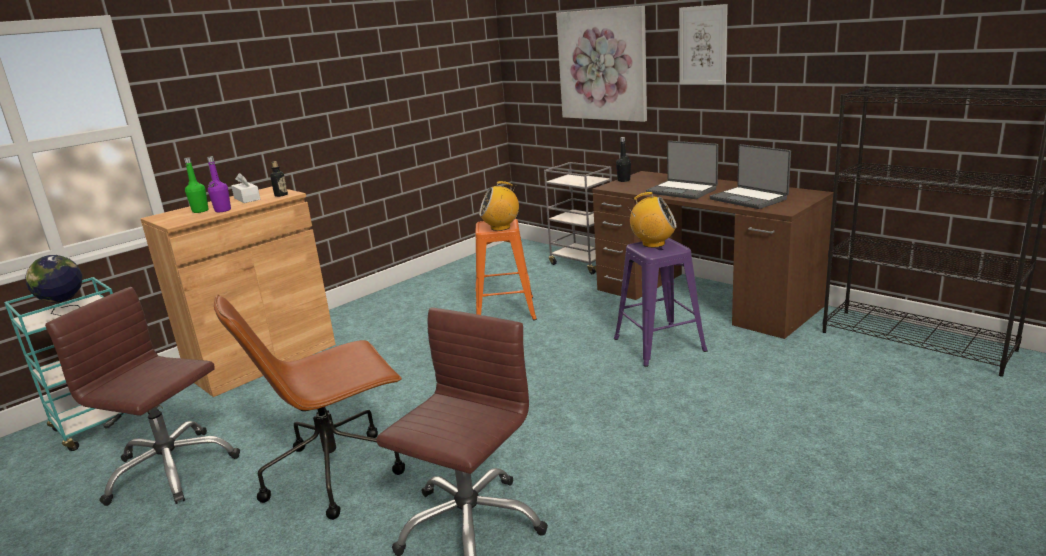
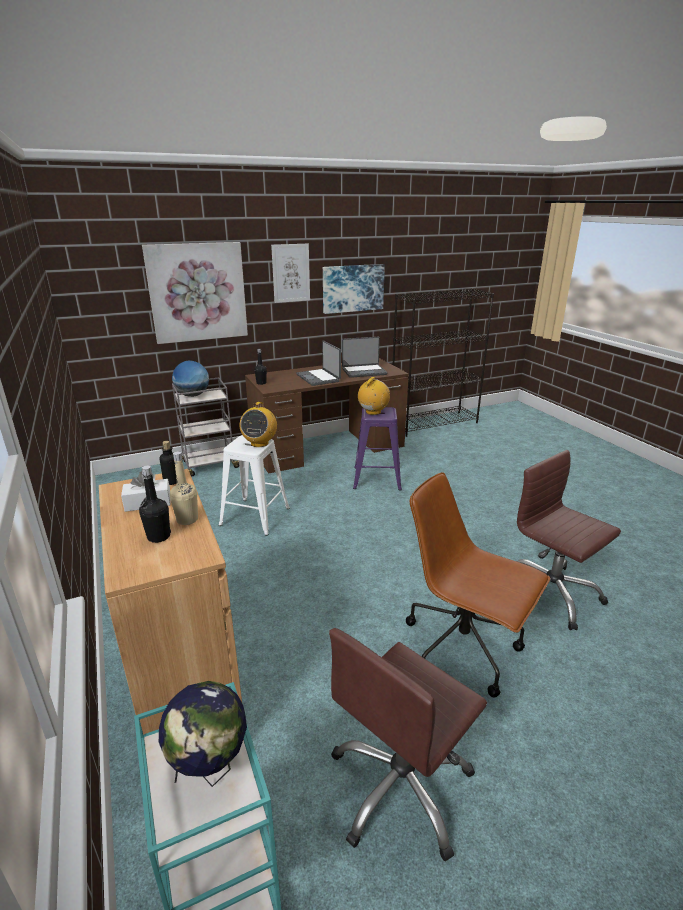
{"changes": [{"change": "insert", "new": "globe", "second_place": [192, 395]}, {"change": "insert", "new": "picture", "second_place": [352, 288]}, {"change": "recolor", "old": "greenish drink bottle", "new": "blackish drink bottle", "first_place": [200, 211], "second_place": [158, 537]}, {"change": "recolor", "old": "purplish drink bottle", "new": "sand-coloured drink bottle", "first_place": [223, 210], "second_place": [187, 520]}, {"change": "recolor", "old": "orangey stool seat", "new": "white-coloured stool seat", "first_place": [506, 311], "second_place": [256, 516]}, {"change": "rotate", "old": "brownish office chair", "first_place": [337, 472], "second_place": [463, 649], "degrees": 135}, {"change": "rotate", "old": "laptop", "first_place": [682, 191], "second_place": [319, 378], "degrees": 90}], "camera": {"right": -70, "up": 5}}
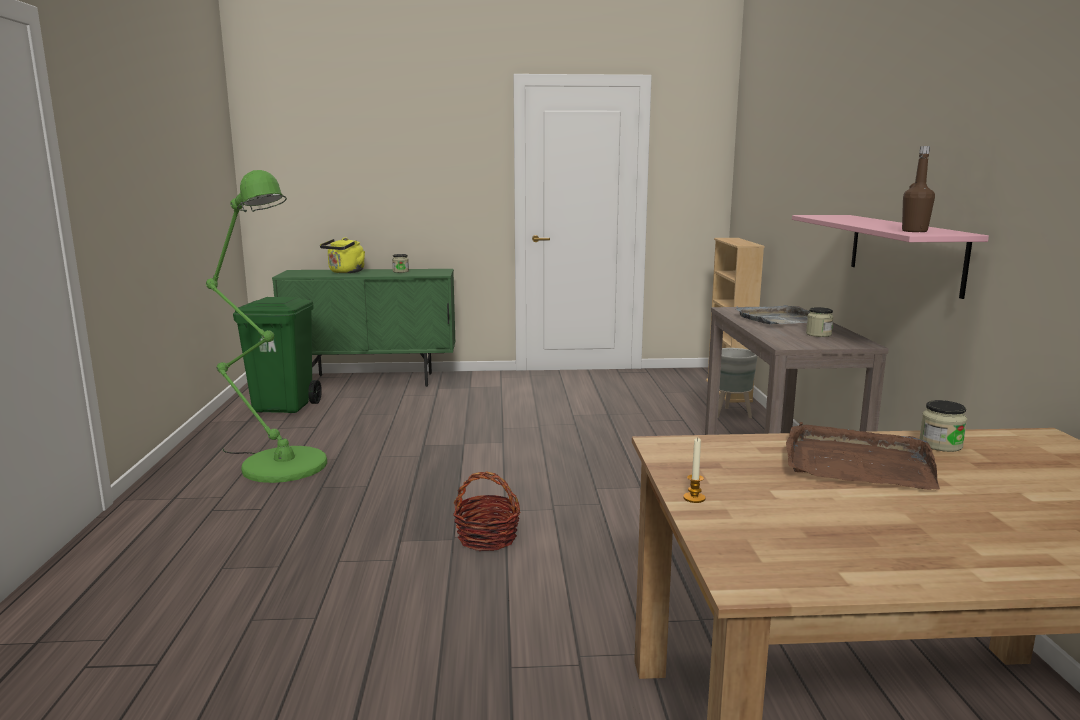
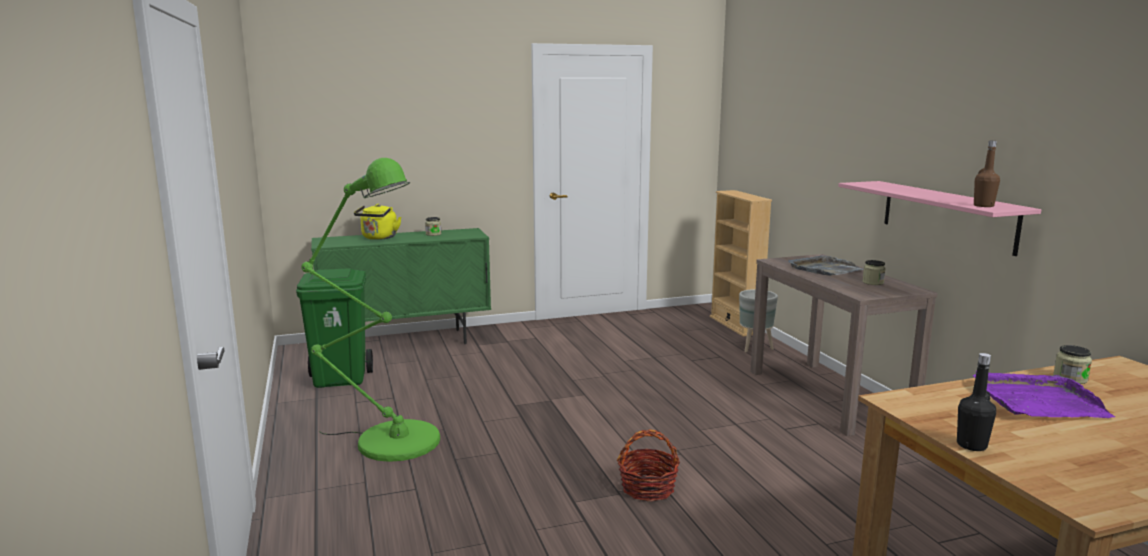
{"changes": [{"change": "replace", "old": "wax light", "new": "blackish drink bottle", "first_place": [694, 498], "second_place": [971, 445]}, {"change": "recolor", "old": "brownish serving tray", "new": "purplish serving tray", "first_place": [856, 463], "second_place": [1037, 401]}], "camera": {"right": -15, "up": 0}}
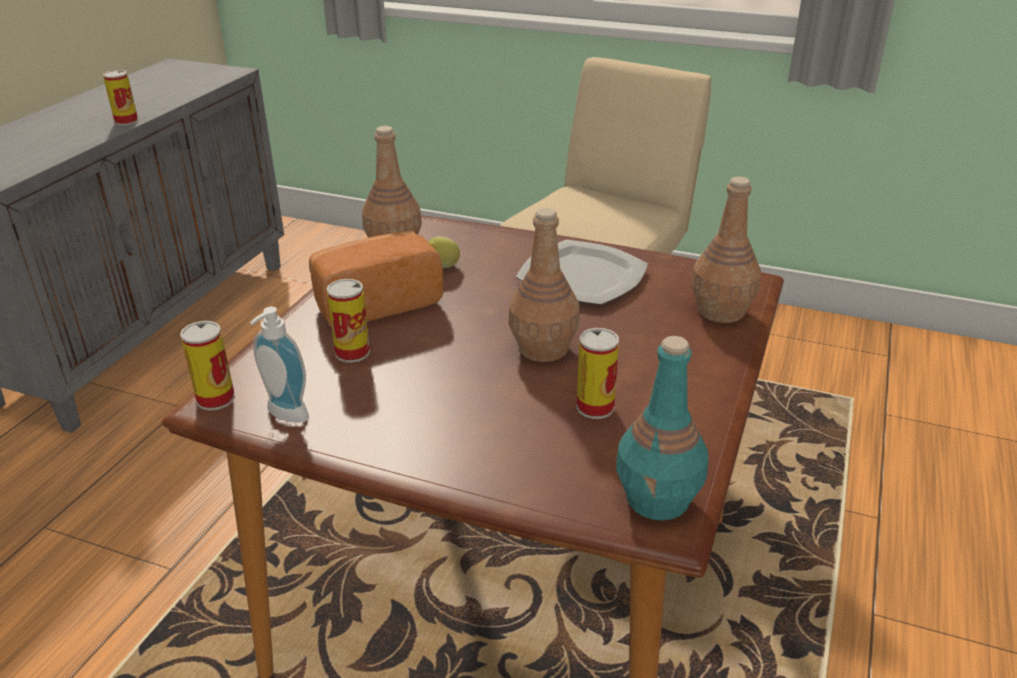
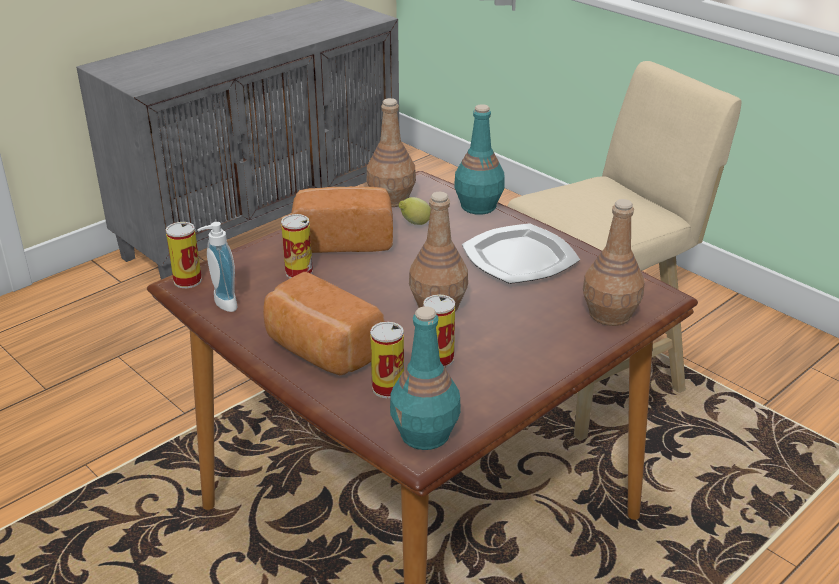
{"changes": [{"change": "insert", "new": "bakery bread", "second_place": [321, 351]}, {"change": "insert", "new": "turquoise drink bottle", "second_place": [478, 206]}, {"change": "move", "old": "can", "first_place": [126, 121], "second_place": [388, 388]}], "camera": {"right": 25, "up": 0}}
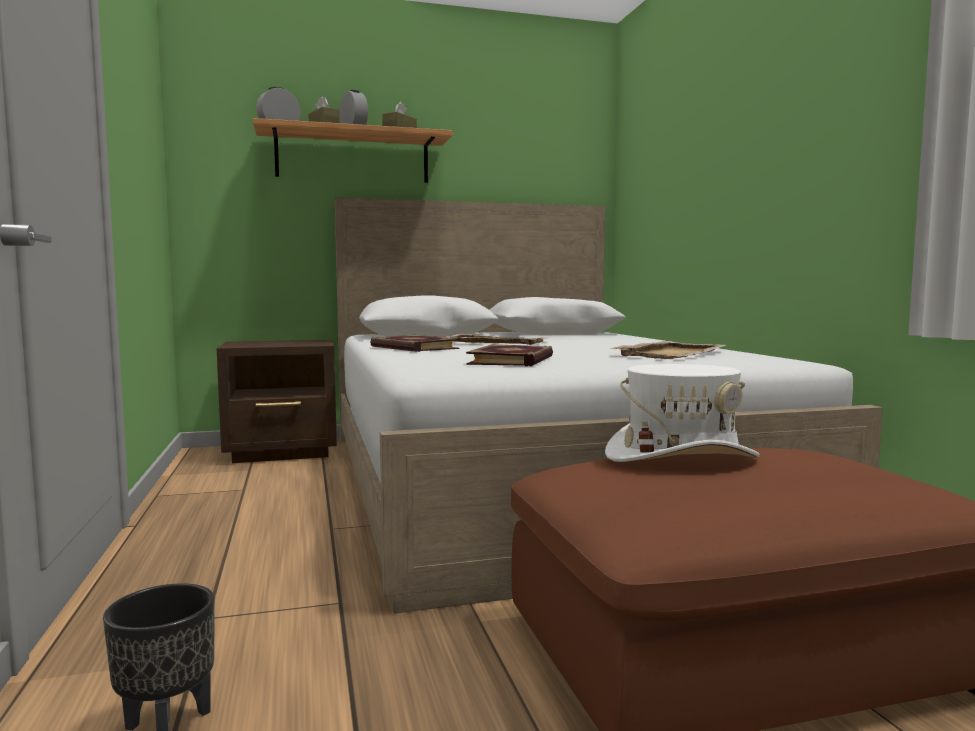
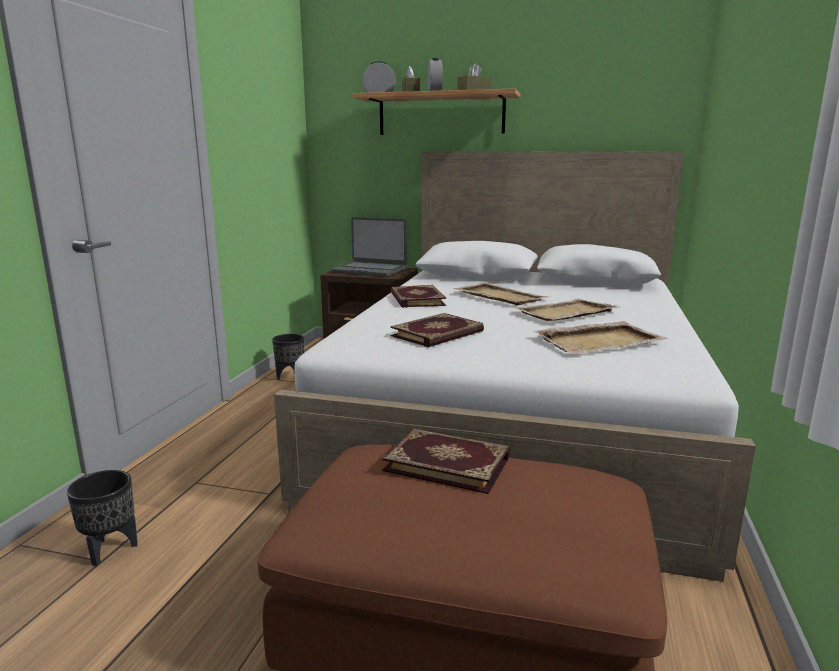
{"changes": [{"change": "insert", "new": "blackish planter", "second_place": [291, 378]}, {"change": "insert", "new": "laptop", "second_place": [369, 270]}, {"change": "insert", "new": "sand-coloured serving tray", "second_place": [565, 313]}, {"change": "replace", "old": "white-coloured wearable hat", "new": "bound book", "first_place": [680, 456], "second_place": [448, 463]}], "camera": {"right": 30, "up": 10}}
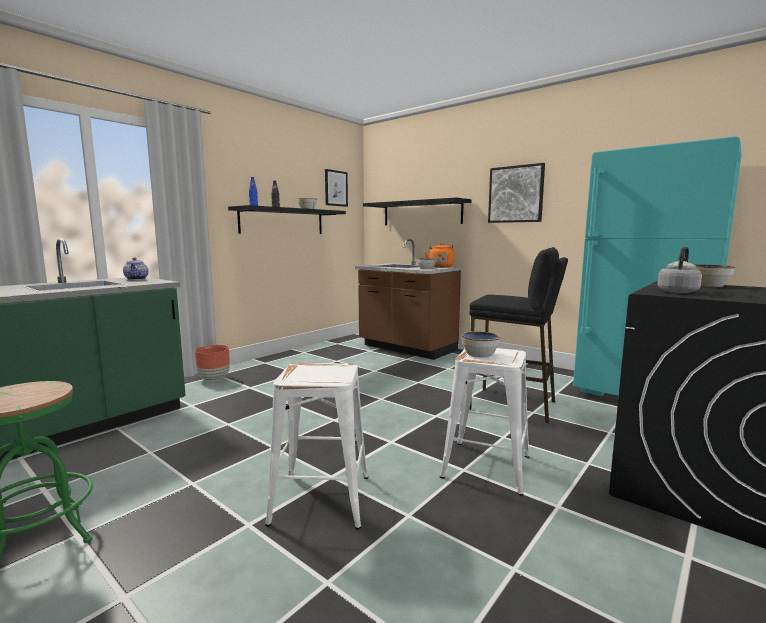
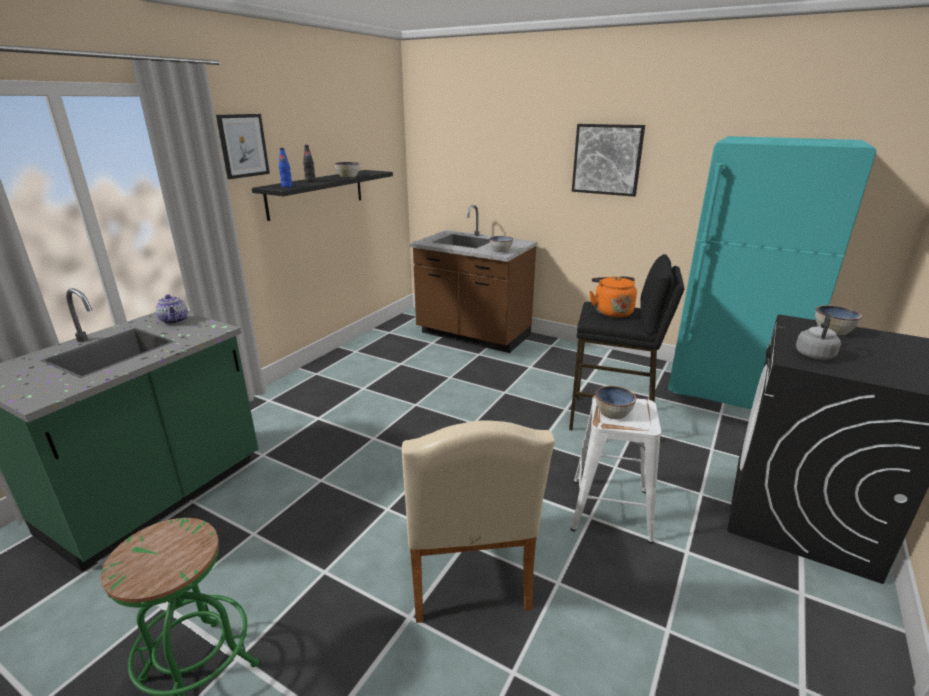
{"changes": [{"change": "delete", "old": "brownish planter", "first_place": [213, 379]}, {"change": "delete", "old": "blackish wall shelf", "first_place": [421, 213]}, {"change": "move", "old": "picture", "first_place": [336, 188], "second_place": [243, 146]}, {"change": "move", "old": "orangey kettle", "first_place": [440, 267], "second_place": [611, 312]}, {"change": "replace", "old": "white-coloured stool seat", "new": "sand-coloured upright chair", "first_place": [321, 499], "second_place": [467, 575]}], "camera": {"right": -10, "up": 15}}
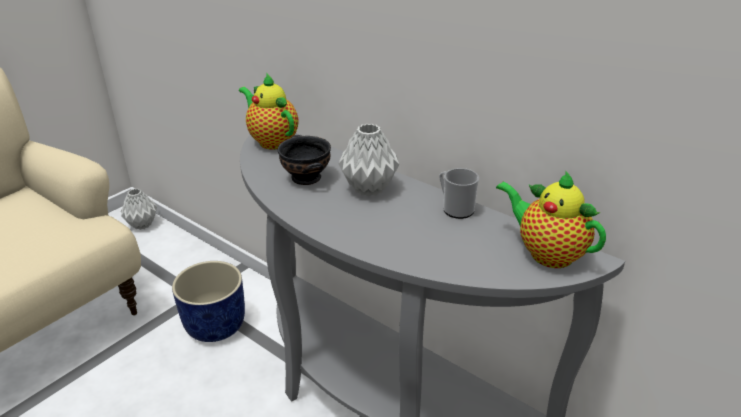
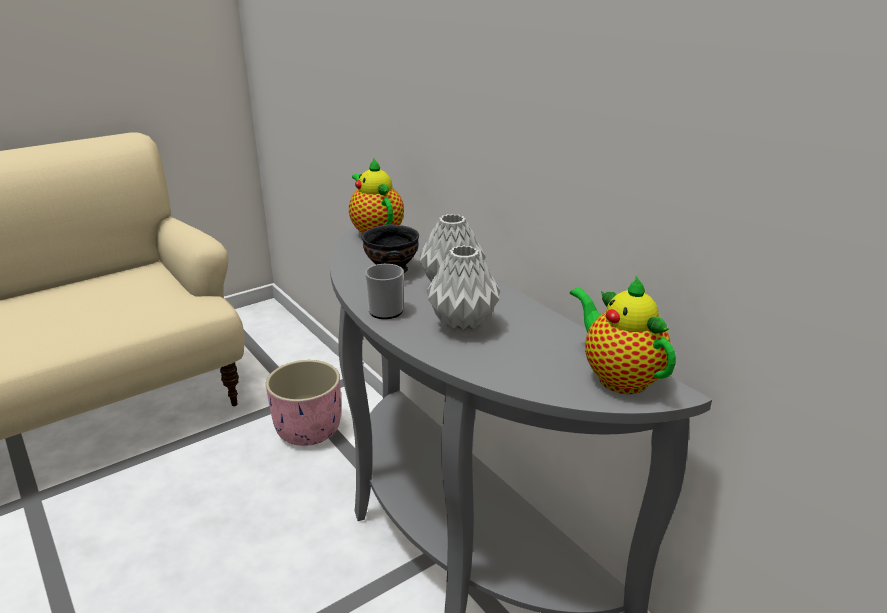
{"changes": [{"change": "move", "old": "gray vase", "first_place": [142, 224], "second_place": [463, 325]}, {"change": "move", "old": "tea mug", "first_place": [455, 209], "second_place": [383, 309]}, {"change": "recolor", "old": "blue-coloured planter", "new": "pinkish planter", "first_place": [216, 325], "second_place": [309, 430]}], "camera": {"right": 15, "up": -5}}
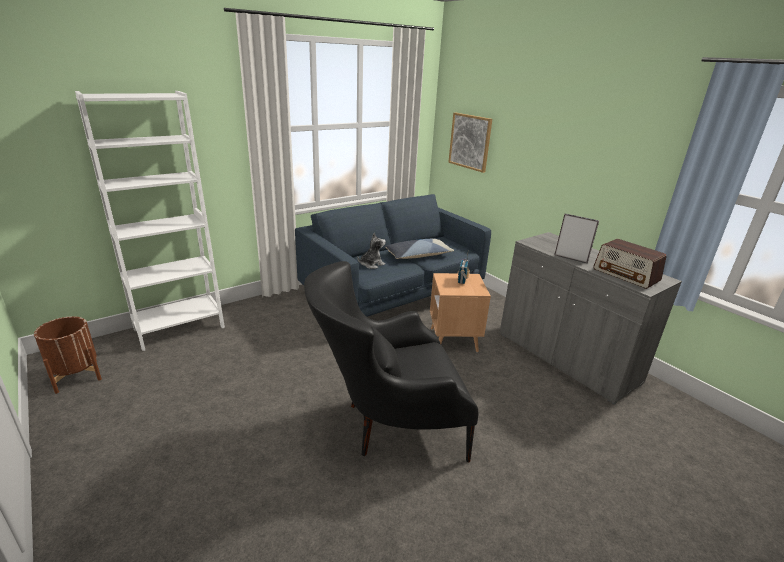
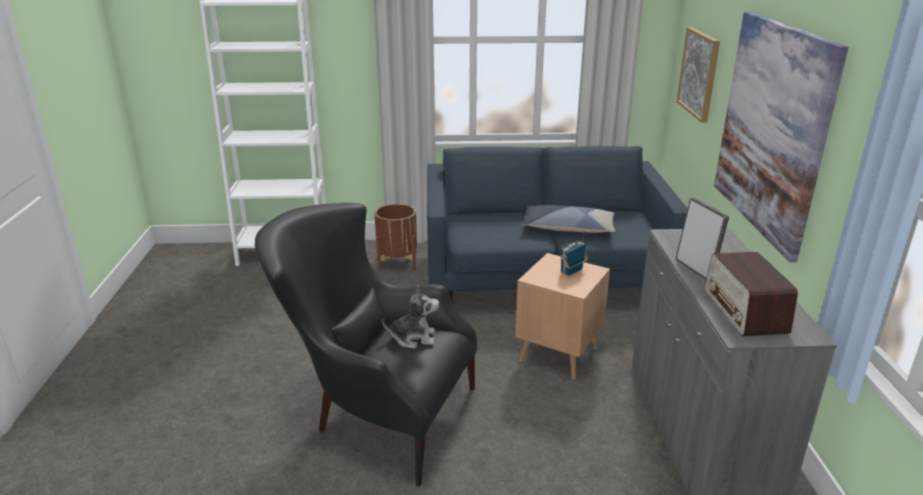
{"changes": [{"change": "insert", "new": "picture", "second_place": [772, 129]}, {"change": "move", "old": "brownish planter", "first_place": [77, 376], "second_place": [397, 262]}, {"change": "move", "old": "soft toy", "first_place": [371, 264], "second_place": [414, 338]}], "camera": {"right": 35, "up": 0}}
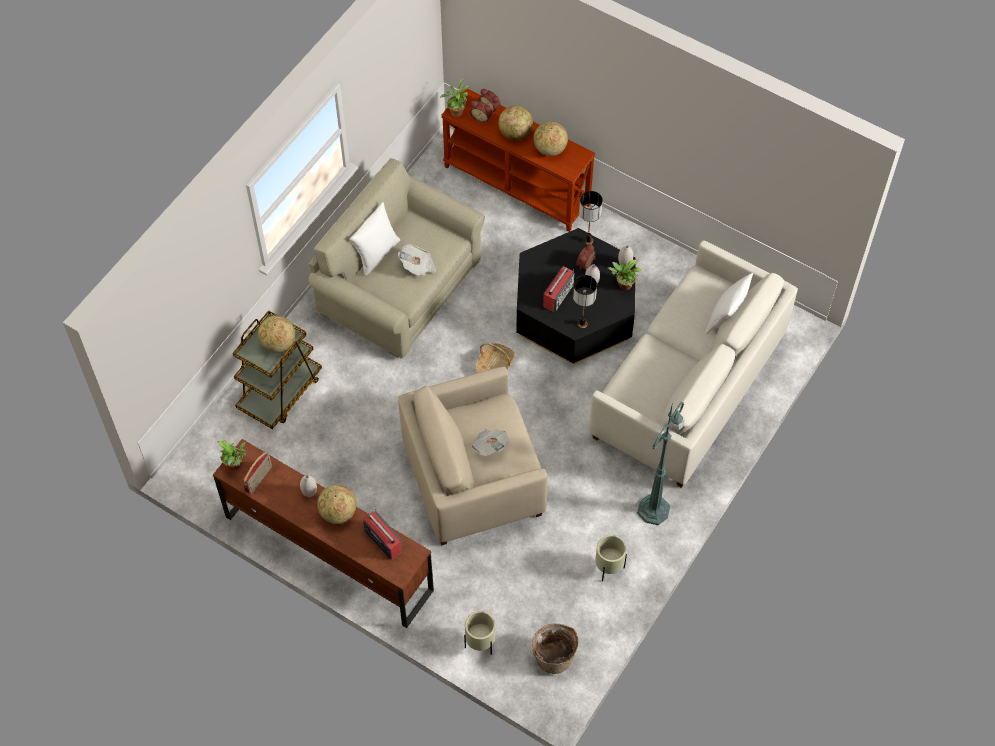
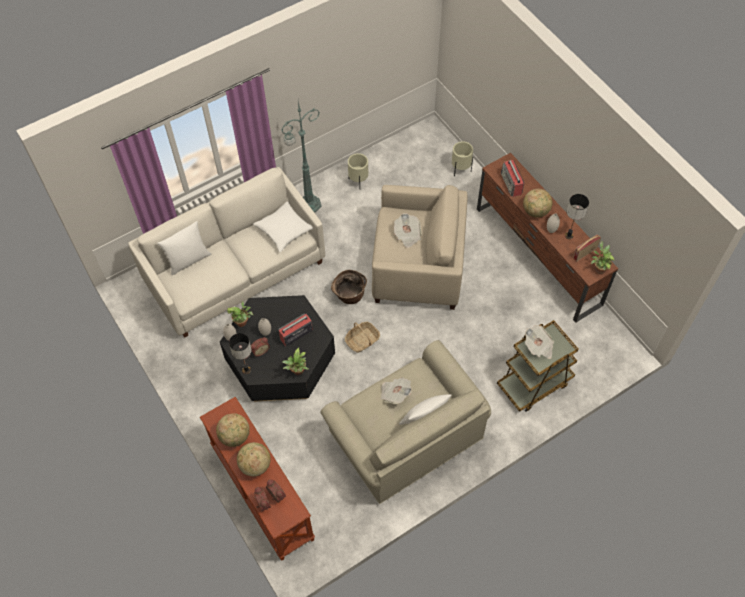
{"changes": [{"change": "insert", "new": "white-coloured pillow", "second_place": [284, 230]}, {"change": "move", "old": "houseplant", "first_place": [456, 110], "second_place": [297, 372]}, {"change": "move", "old": "storage basket", "first_place": [554, 656], "second_place": [349, 296]}, {"change": "move", "old": "tabletop lamp", "first_place": [582, 323], "second_place": [569, 236]}, {"change": "replace", "old": "globe", "new": "newspaper", "first_place": [278, 343], "second_place": [538, 347]}], "camera": {"right": -155, "up": 0}}
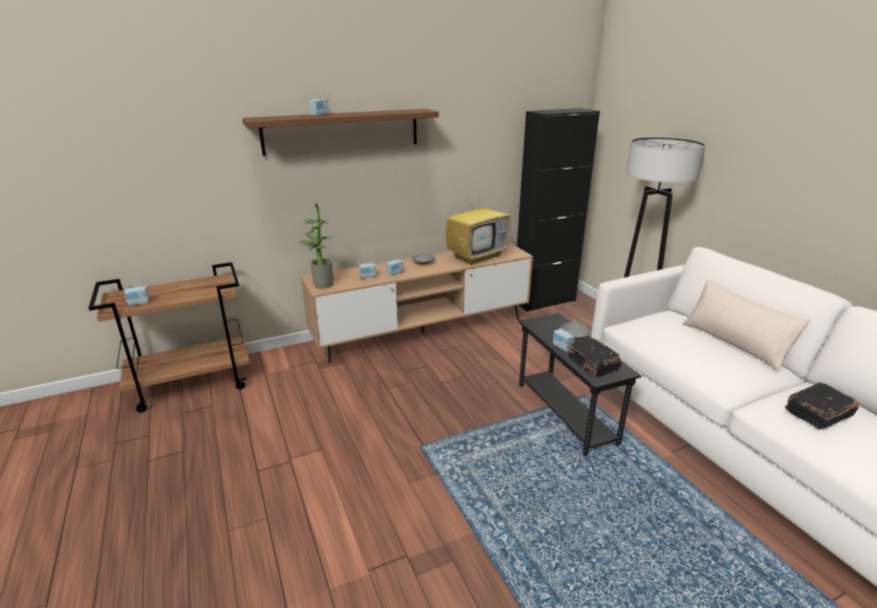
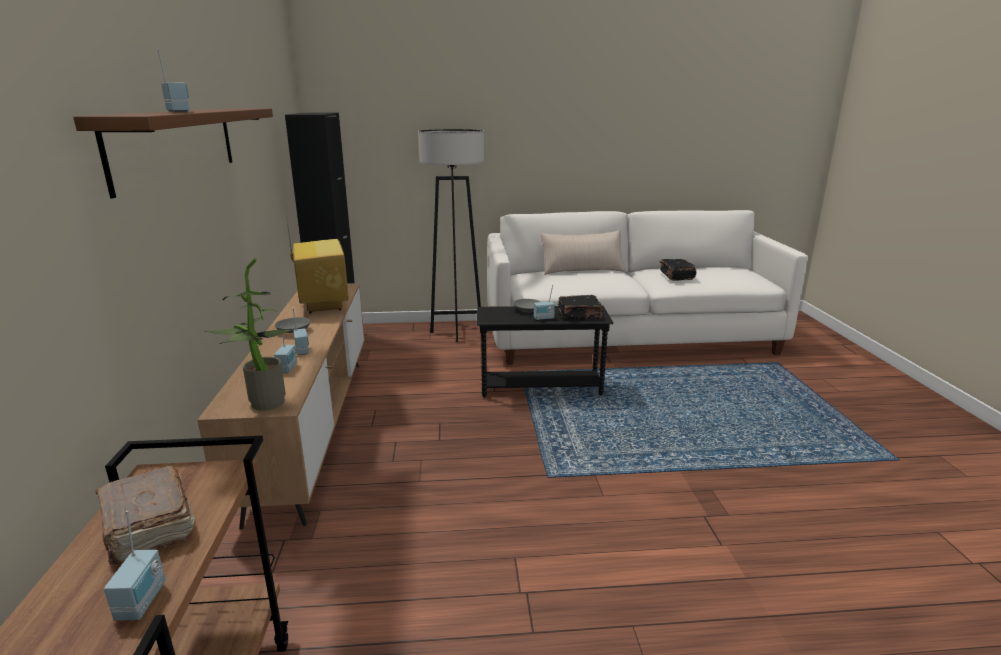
{"changes": [{"change": "insert", "new": "brownish bound book", "second_place": [148, 528]}], "camera": {"right": -70, "up": -5}}
